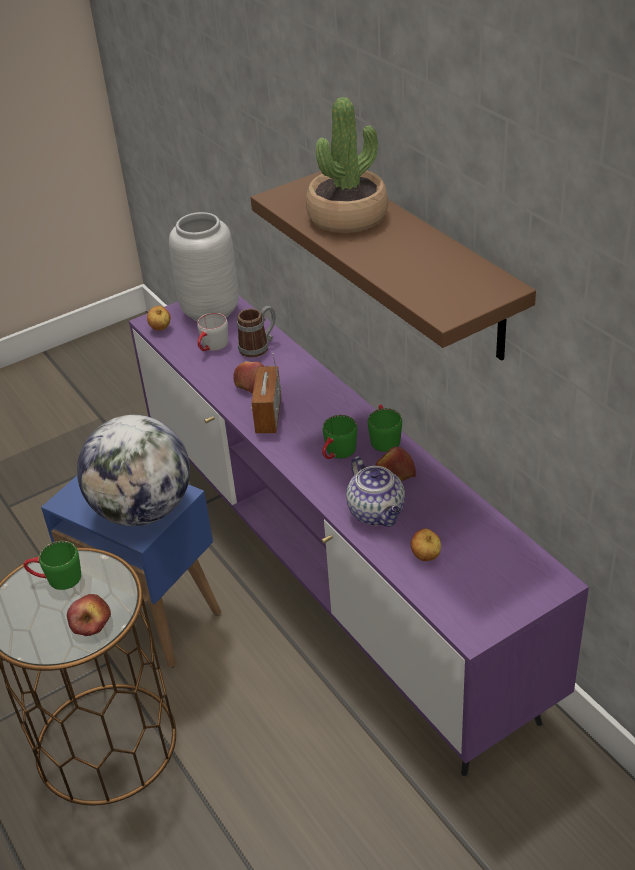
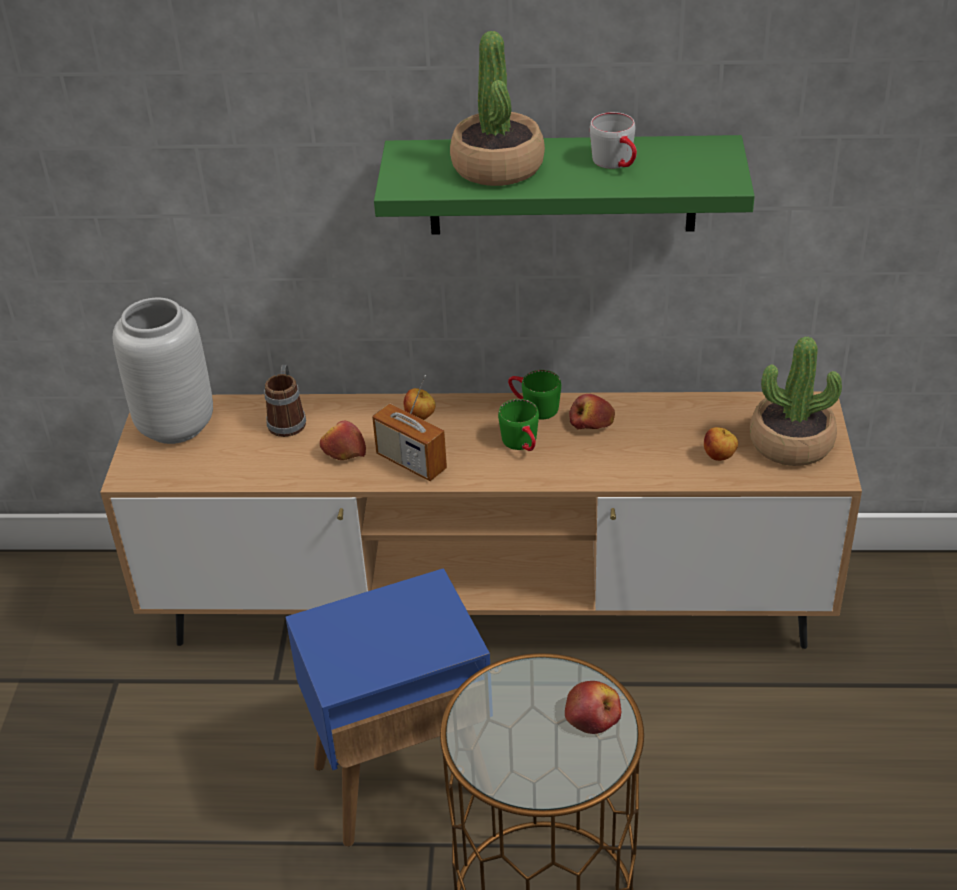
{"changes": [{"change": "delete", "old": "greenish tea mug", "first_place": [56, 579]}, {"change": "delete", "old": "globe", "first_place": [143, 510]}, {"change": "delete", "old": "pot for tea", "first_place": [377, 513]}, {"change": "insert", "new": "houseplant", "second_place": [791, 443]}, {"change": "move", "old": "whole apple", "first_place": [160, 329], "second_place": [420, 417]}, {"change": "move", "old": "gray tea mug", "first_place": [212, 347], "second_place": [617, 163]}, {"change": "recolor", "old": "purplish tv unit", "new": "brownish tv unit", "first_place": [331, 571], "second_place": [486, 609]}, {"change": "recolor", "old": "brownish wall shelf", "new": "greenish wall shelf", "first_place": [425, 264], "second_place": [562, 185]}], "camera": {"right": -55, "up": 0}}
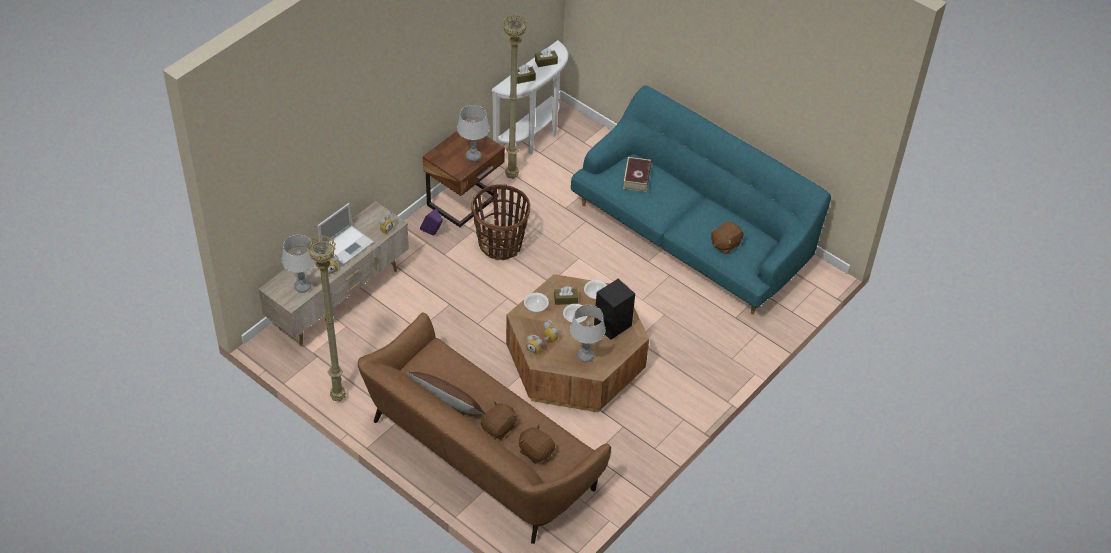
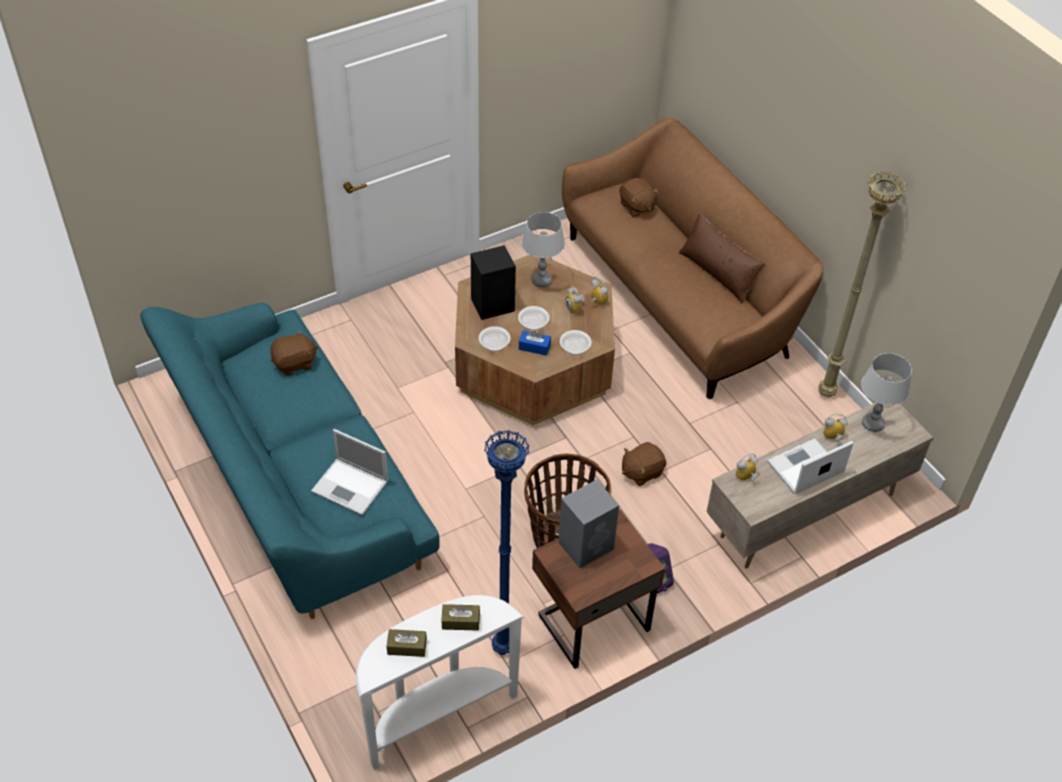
{"changes": [{"change": "move", "old": "brownish soft toy", "first_place": [499, 428], "second_place": [641, 472]}, {"change": "replace", "old": "gray tabletop lamp", "new": "gray audio speaker", "first_place": [473, 157], "second_place": [587, 545]}, {"change": "replace", "old": "bound book", "new": "laptop", "first_place": [636, 178], "second_place": [351, 487]}, {"change": "recolor", "old": "sand-coloured standard lamp", "new": "blue-coloured standard lamp", "first_place": [512, 177], "second_place": [502, 647]}, {"change": "recolor", "old": "brownish box of tissues", "new": "blue-coloured box of tissues", "first_place": [565, 299], "second_place": [534, 347]}], "camera": {"right": -160, "up": 0}}
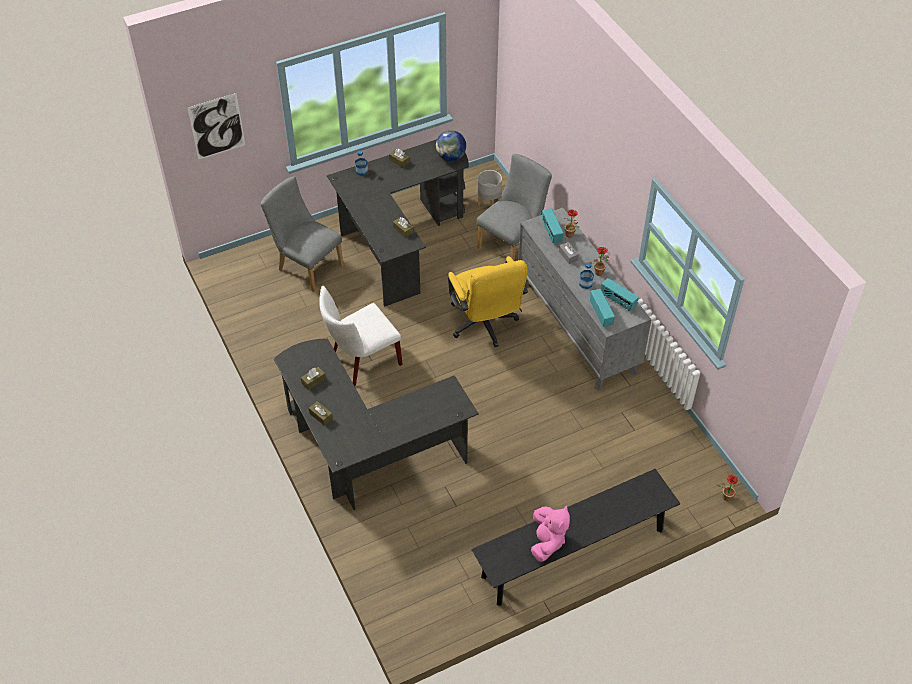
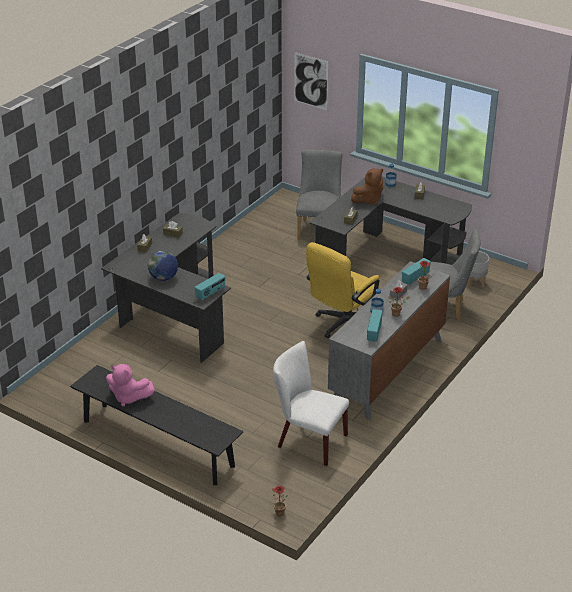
{"changes": [{"change": "insert", "new": "brownish soft toy", "second_place": [368, 200]}, {"change": "move", "old": "white-coloured upright chair", "first_place": [361, 362], "second_place": [307, 440]}, {"change": "move", "old": "globe", "first_place": [451, 157], "second_place": [163, 278]}, {"change": "move", "old": "radio", "first_place": [601, 314], "second_place": [210, 293]}, {"change": "rotate", "old": "pinkish soft toy", "first_place": [547, 541], "second_place": [128, 397], "degrees": 45}], "camera": {"right": 60, "up": -15}}
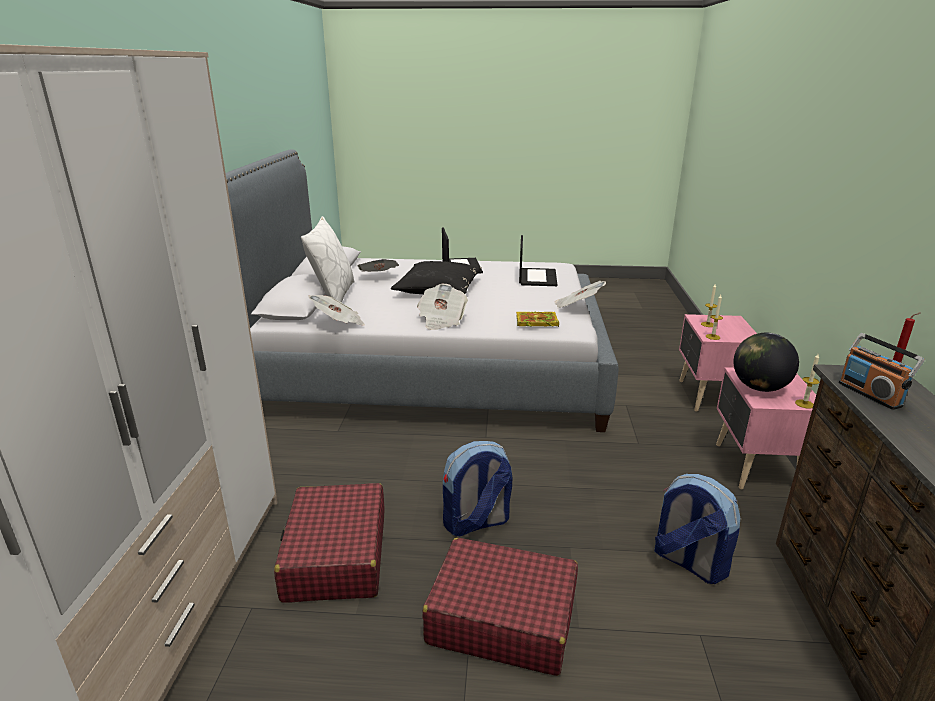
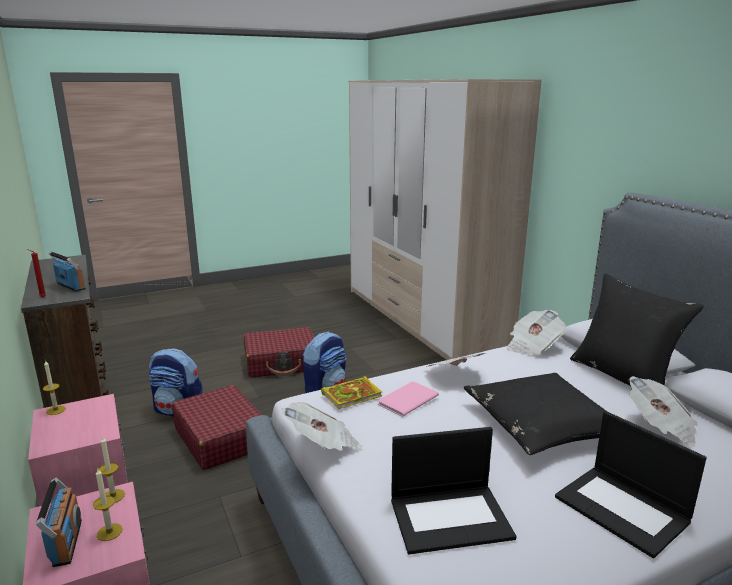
{"changes": [{"change": "delete", "old": "globe", "first_place": [759, 388]}, {"change": "insert", "new": "radio", "second_place": [66, 542]}, {"change": "insert", "new": "pinkish bound book", "second_place": [405, 400]}, {"change": "move", "old": "red-coloured piece of luggage", "first_place": [336, 556], "second_place": [221, 438]}, {"change": "recolor", "old": "white-coloured pillow", "new": "blackish pillow", "first_place": [333, 295], "second_place": [623, 376]}, {"change": "rotate", "old": "laptop", "first_place": [537, 277], "second_place": [451, 517], "degrees": -75}], "camera": {"right": 150, "up": -5}}
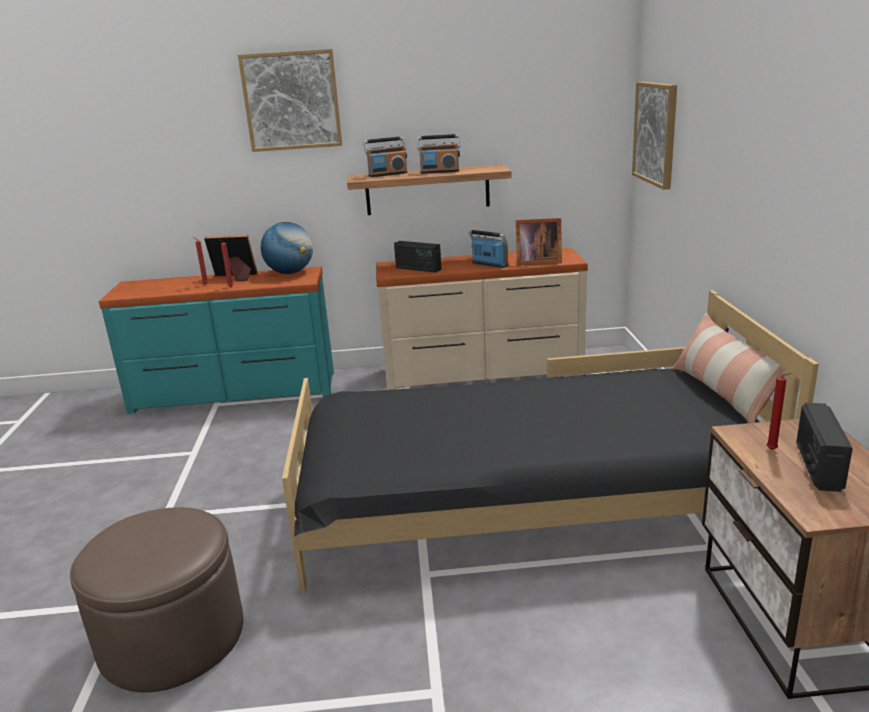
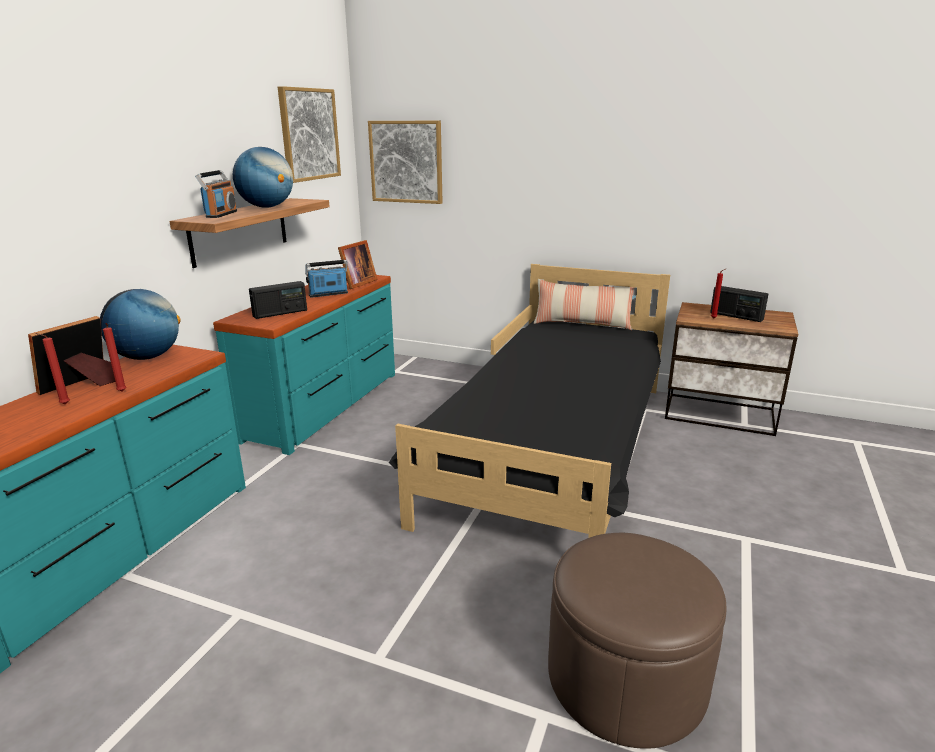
{"changes": [{"change": "move", "old": "picture", "first_place": [291, 101], "second_place": [309, 134]}, {"change": "replace", "old": "radio", "new": "globe", "first_place": [440, 172], "second_place": [267, 207]}, {"change": "recolor", "old": "sand-coloured drawer chest", "new": "turquoise drawer chest", "first_place": [482, 372], "second_place": [326, 405]}], "camera": {"right": -65, "up": 0}}
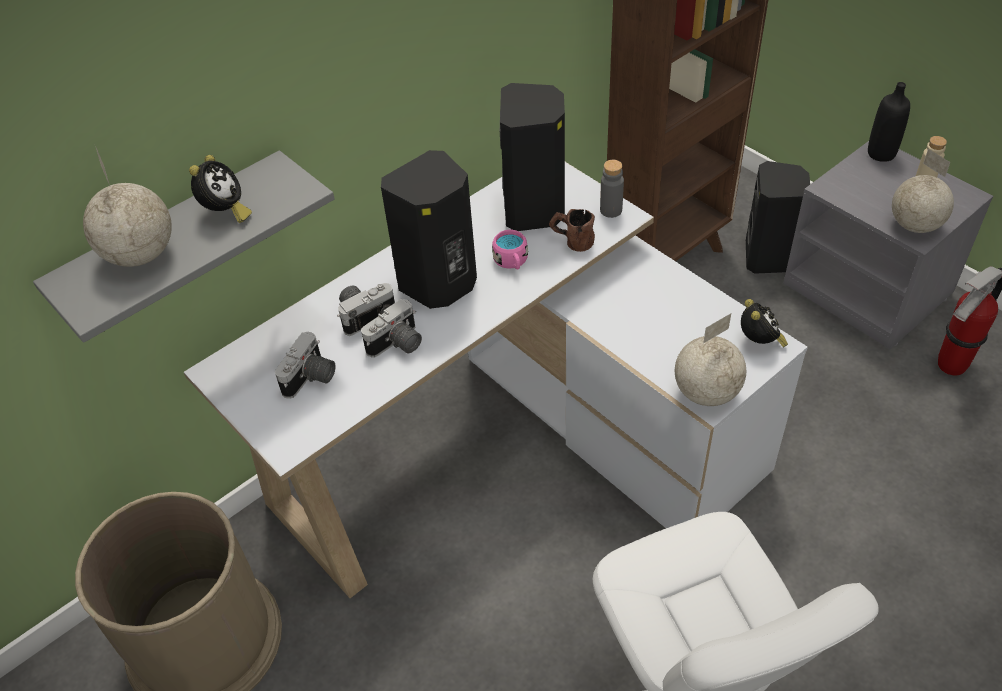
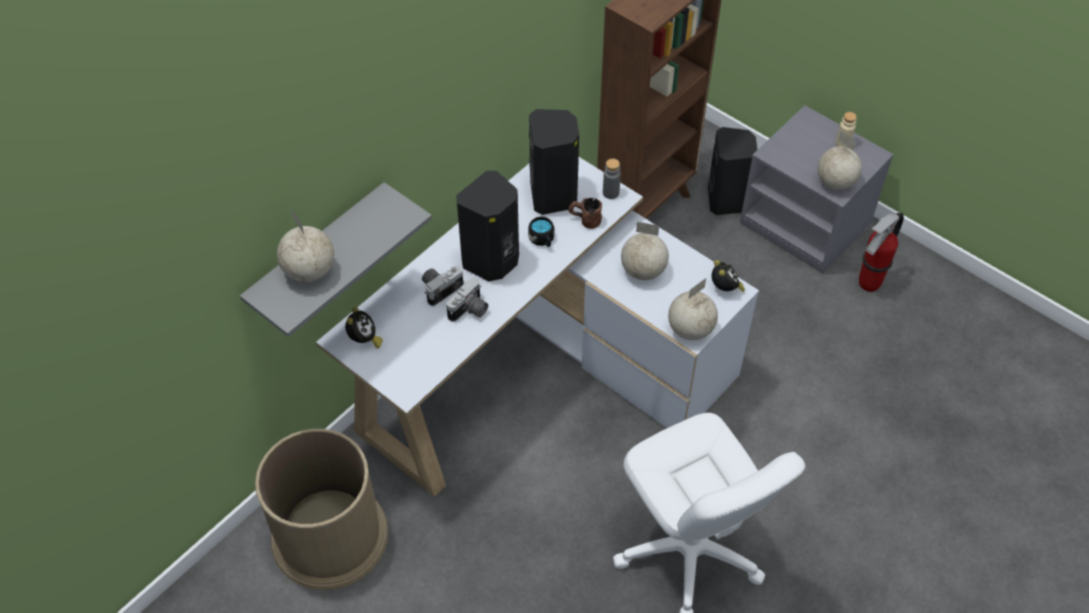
{"changes": [{"change": "delete", "old": "photo camera", "first_place": [311, 379]}, {"change": "delete", "old": "blackish drink bottle", "first_place": [881, 153]}, {"change": "insert", "new": "globe", "second_place": [643, 271]}, {"change": "move", "old": "bedside clock", "first_place": [225, 212], "second_place": [364, 340]}, {"change": "recolor", "old": "pinkish tea mug", "new": "blackish tea mug", "first_place": [512, 262], "second_place": [542, 240]}], "camera": {"right": -10, "up": 5}}
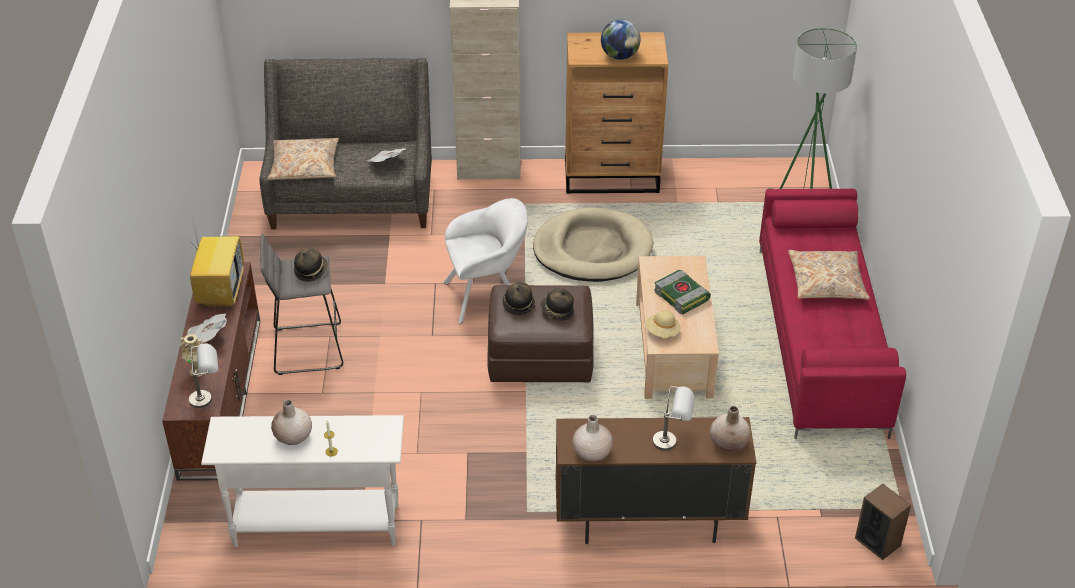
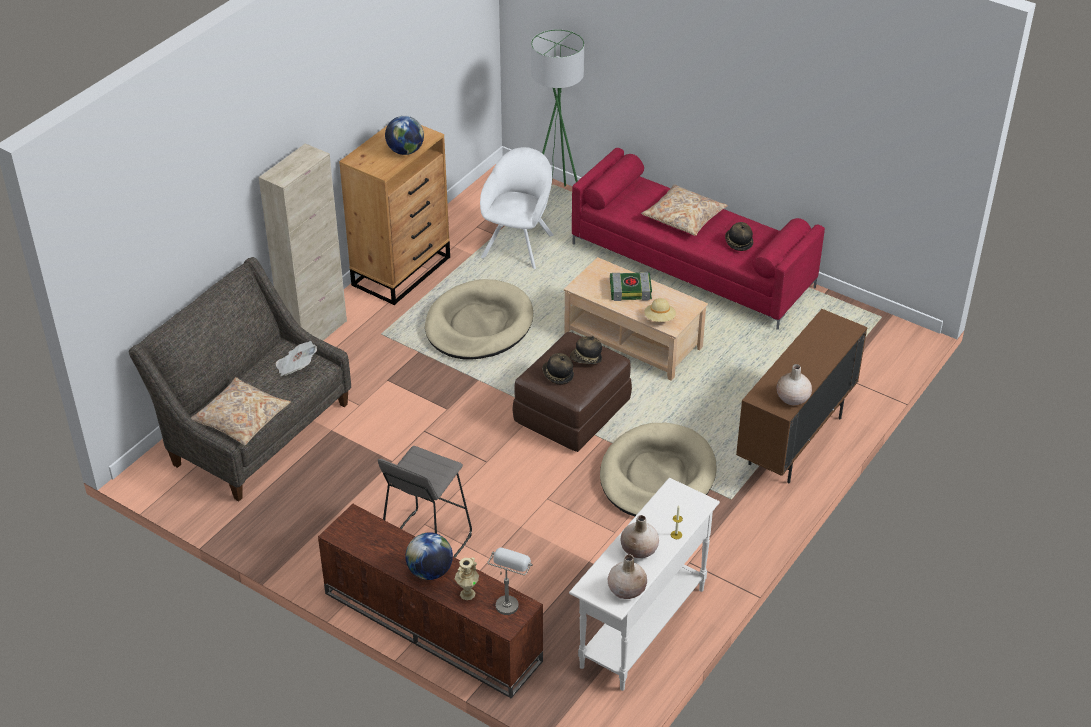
{"changes": [{"change": "delete", "old": "television", "first_place": [220, 291]}, {"change": "delete", "old": "gray tabletop lamp", "first_place": [673, 442]}, {"change": "delete", "old": "audio speaker", "first_place": [877, 541]}, {"change": "insert", "new": "sand-coloured pet bed", "second_place": [657, 476]}, {"change": "move", "old": "wearable hat", "first_place": [311, 271], "second_place": [738, 243]}, {"change": "move", "old": "white-coloured armchair", "first_place": [487, 295], "second_place": [519, 244]}, {"change": "move", "old": "sand-coloured vase", "first_place": [729, 443], "second_place": [627, 590]}, {"change": "replace", "old": "newspaper", "new": "globe", "first_place": [206, 339], "second_place": [430, 571]}], "camera": {"right": -55, "up": 0}}
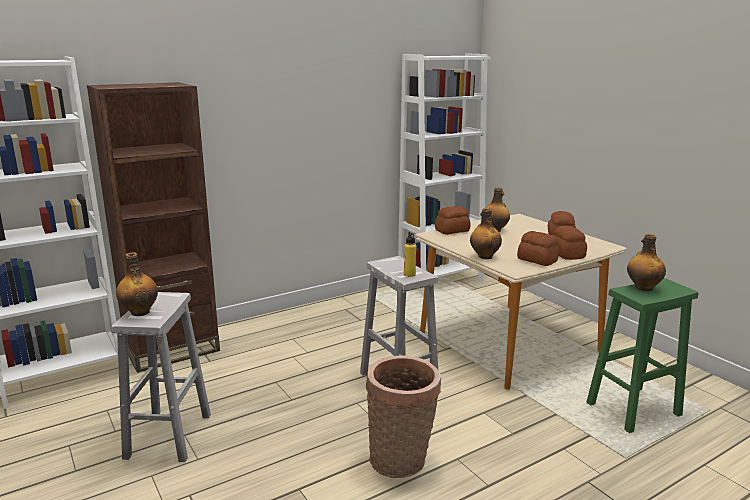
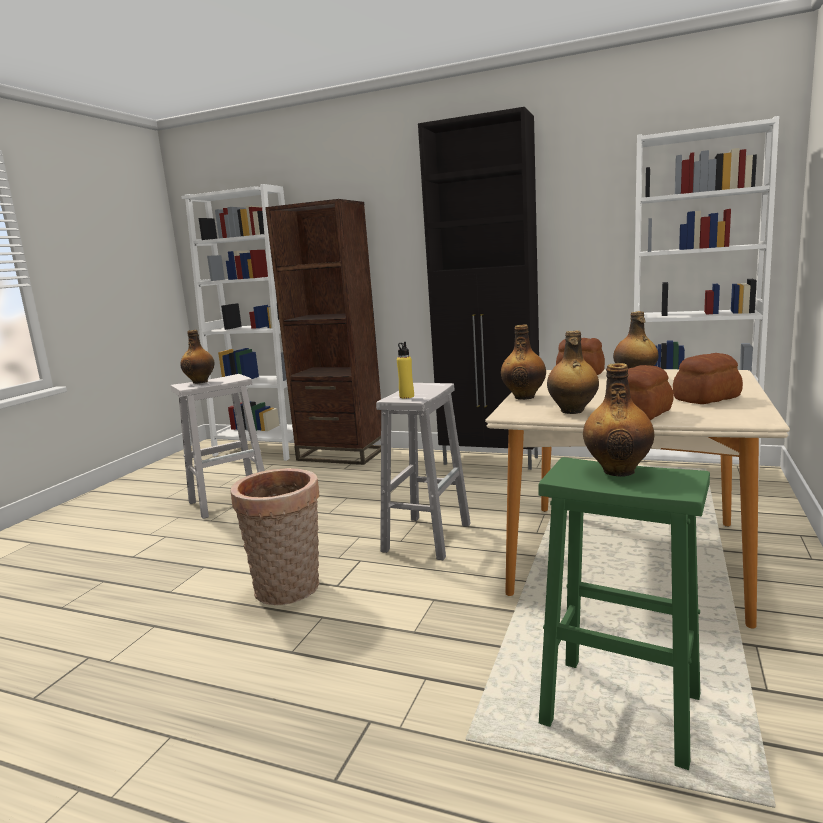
{"changes": [{"change": "insert", "new": "blackish cabinet", "second_place": [492, 461]}, {"change": "replace", "old": "bakery bread", "new": "drink bottle", "first_place": [537, 260], "second_place": [572, 411]}], "camera": {"right": 55, "up": -5}}
